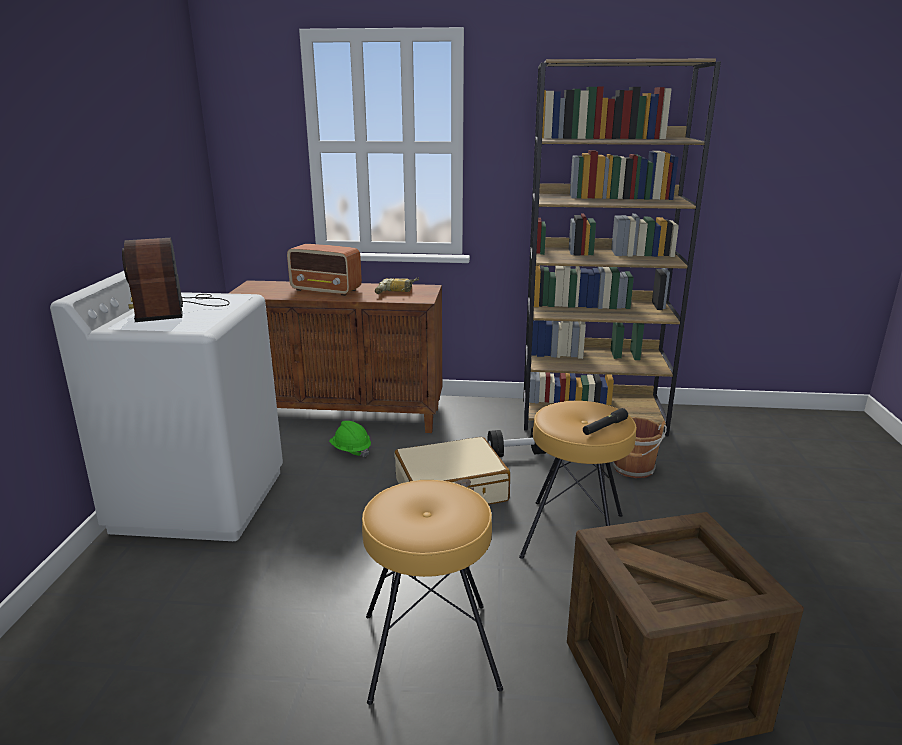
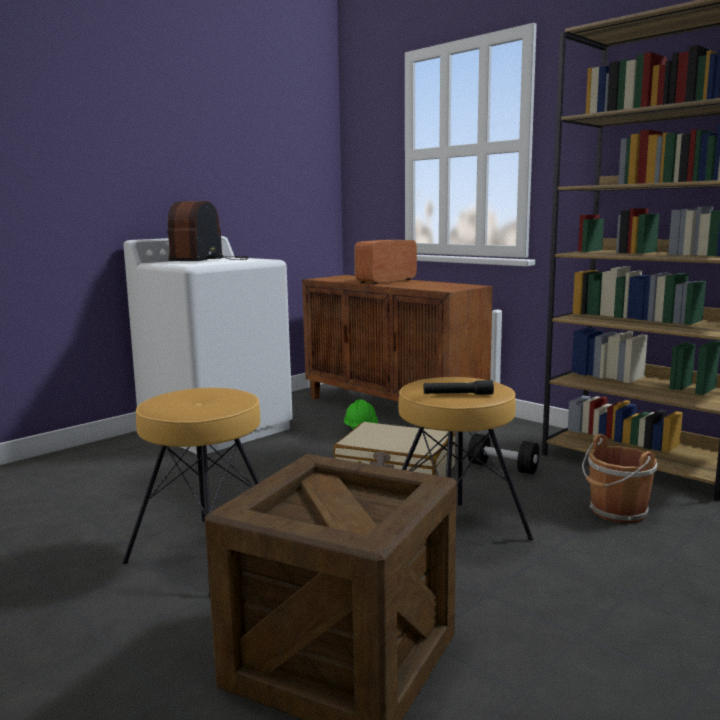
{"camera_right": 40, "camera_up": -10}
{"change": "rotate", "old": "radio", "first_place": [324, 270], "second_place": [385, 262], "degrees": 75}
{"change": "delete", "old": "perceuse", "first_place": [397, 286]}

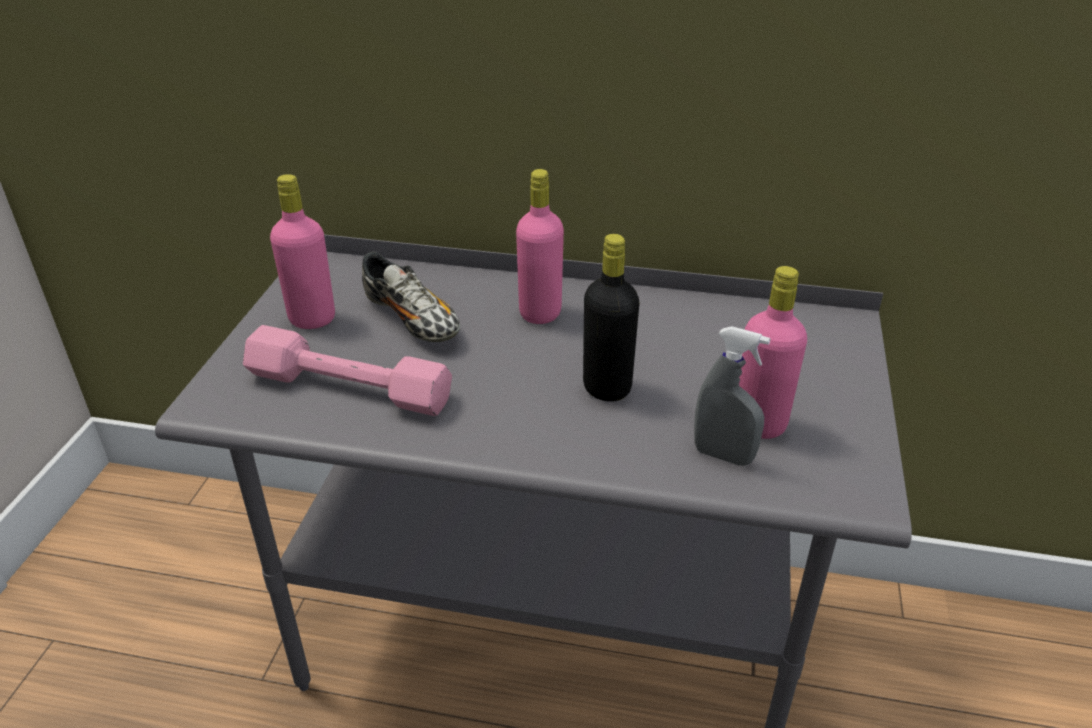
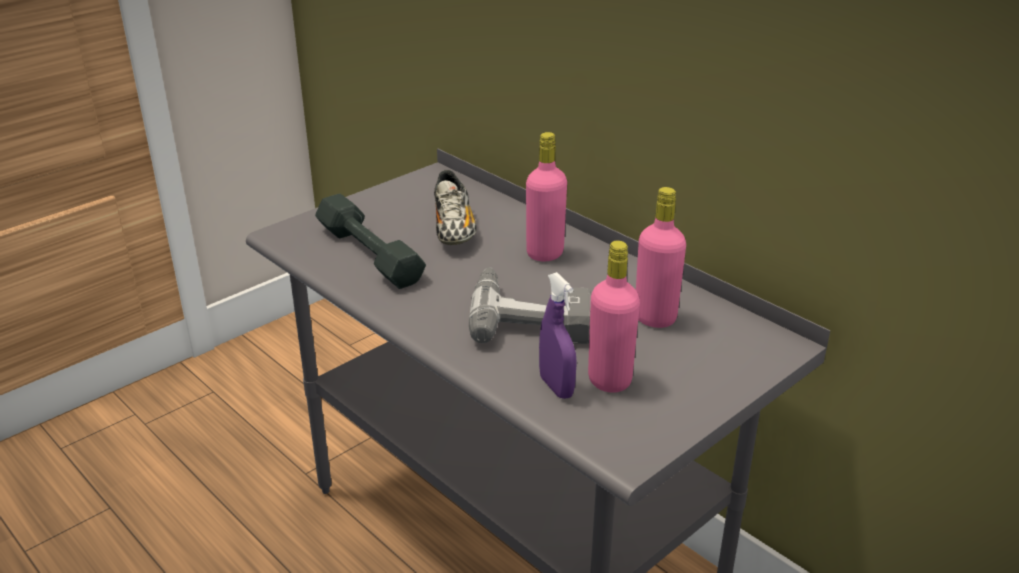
{"camera_right": 35, "camera_up": -5}
{"change": "move", "old": "bouteille [rose]", "first_place": [302, 251], "second_place": [661, 257]}
{"change": "replace", "old": "bouteille [noir]", "new": "perceuse", "first_place": [611, 317], "second_place": [530, 305]}
{"change": "recolor", "old": "haltère [rose]", "new": "haltère [gris]", "first_place": [347, 370], "second_place": [370, 241]}
{"change": "recolor", "old": "vaporisateur [gris]", "new": "vaporisateur [violet]", "first_place": [732, 396], "second_place": [558, 335]}

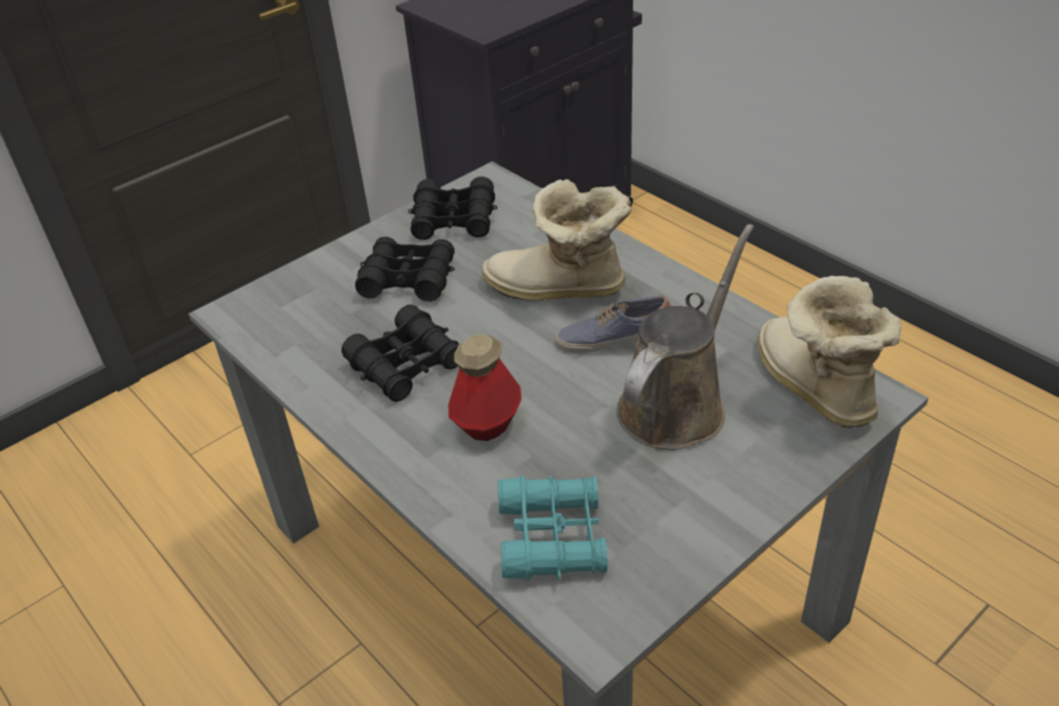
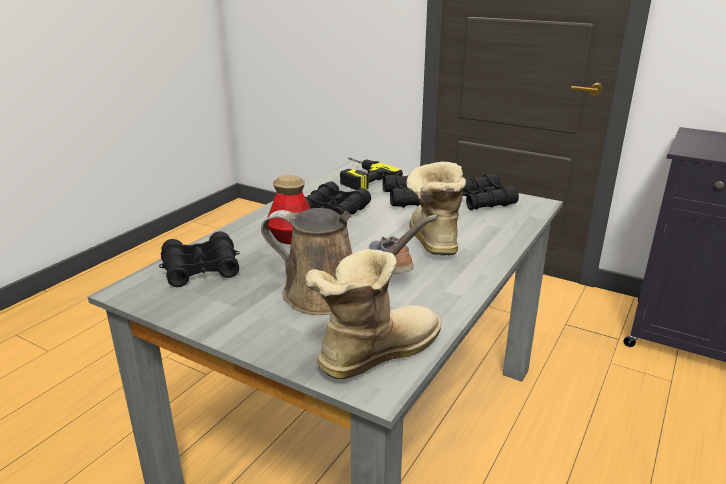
{"camera_right": 70, "camera_up": -15}
{"change": "recolor", "old": "jumelles [turquoise]", "new": "jumelles [noir]", "first_place": [553, 527], "second_place": [199, 259]}
{"change": "insert", "new": "perceuse", "second_place": [371, 173]}

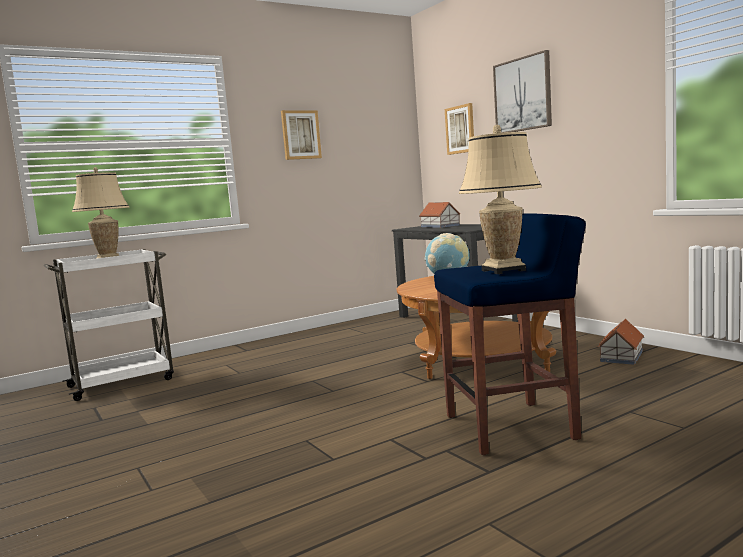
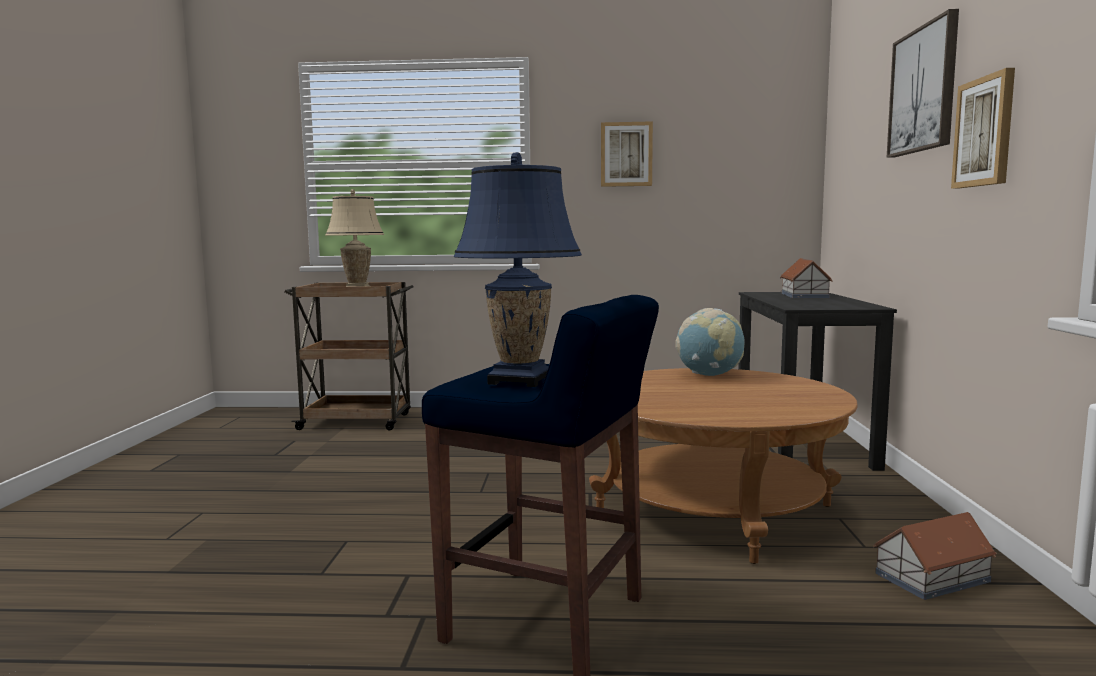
{"camera_right": 35, "camera_up": 0}
{"change": "move", "old": "tableau", "first_place": [459, 129], "second_place": [983, 128]}
{"change": "recolor", "old": "lampe de table [beige]", "new": "lampe de table [bleu]", "first_place": [500, 199], "second_place": [518, 269]}
{"change": "recolor", "old": "chariot [blanc]", "new": "chariot [marron]", "first_place": [109, 325], "second_place": [349, 356]}

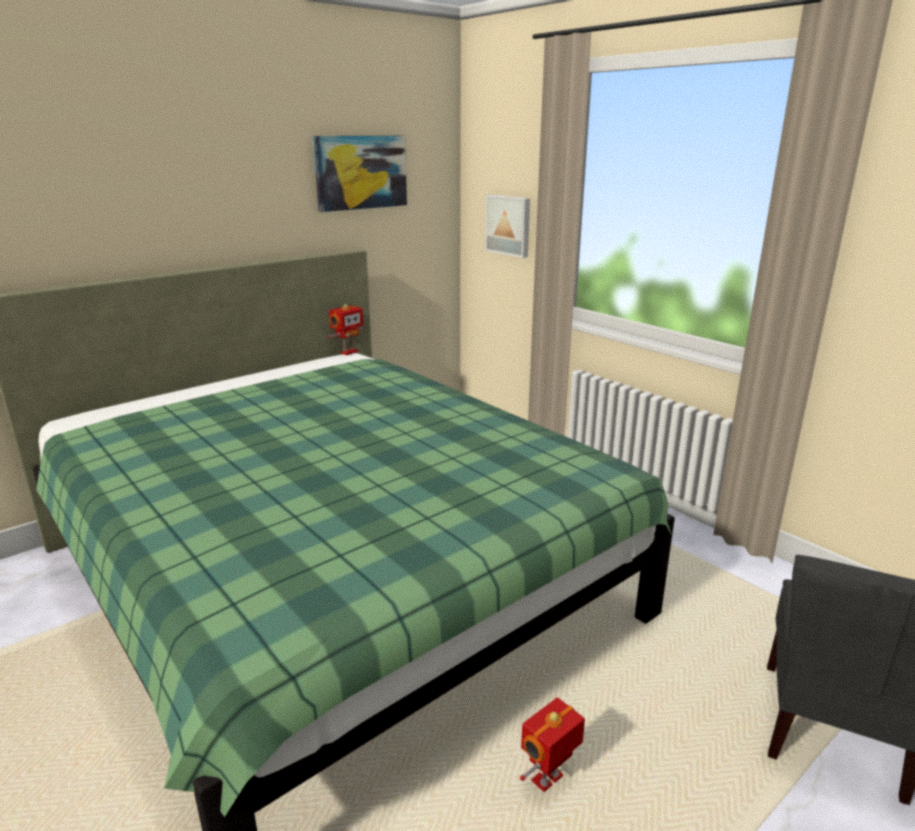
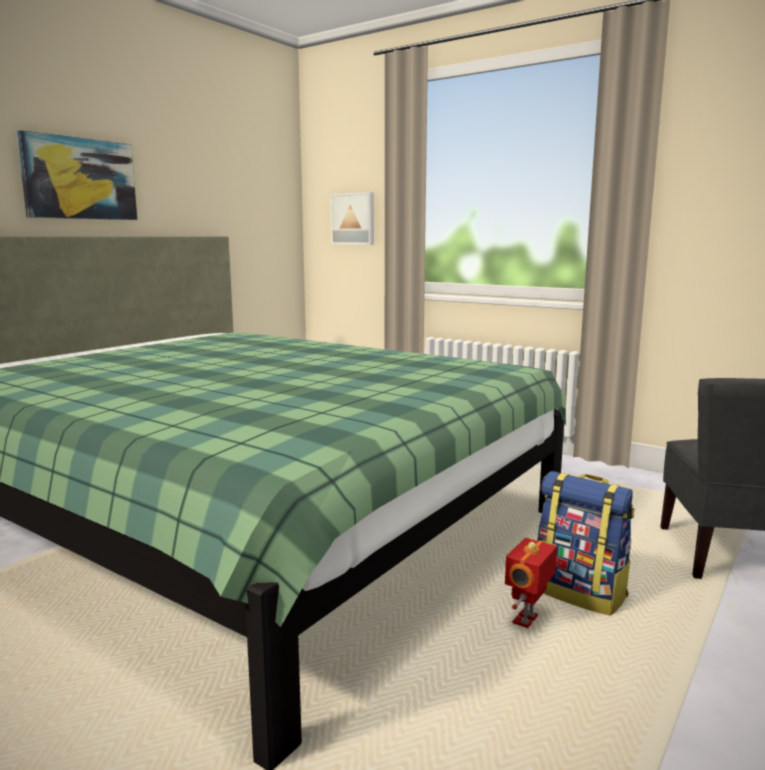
{"camera_right": -15, "camera_up": -10}
{"change": "move", "old": "tableau", "first_place": [360, 173], "second_place": [76, 175]}
{"change": "delete", "old": "robot jouet", "first_place": [346, 329]}
{"change": "insert", "new": "sac à dos", "second_place": [585, 543]}

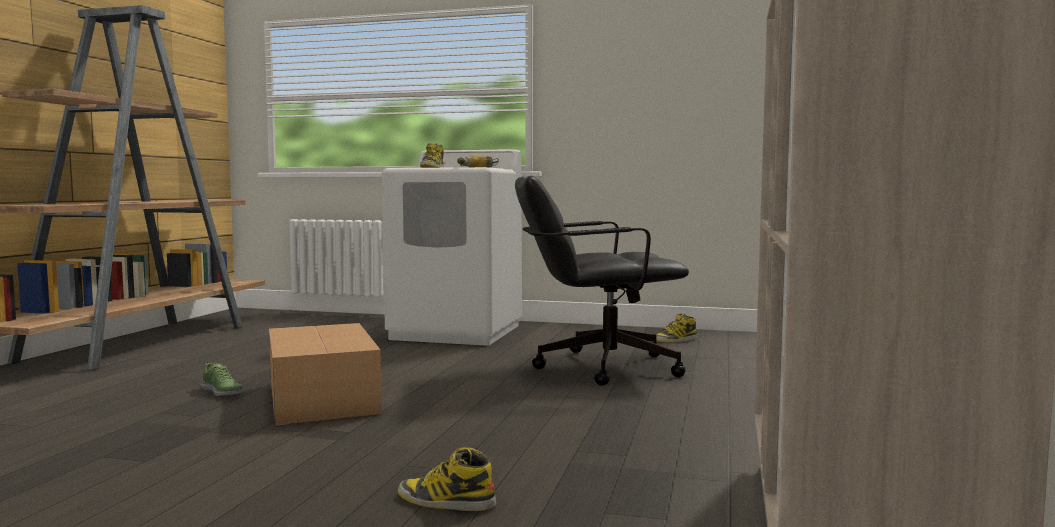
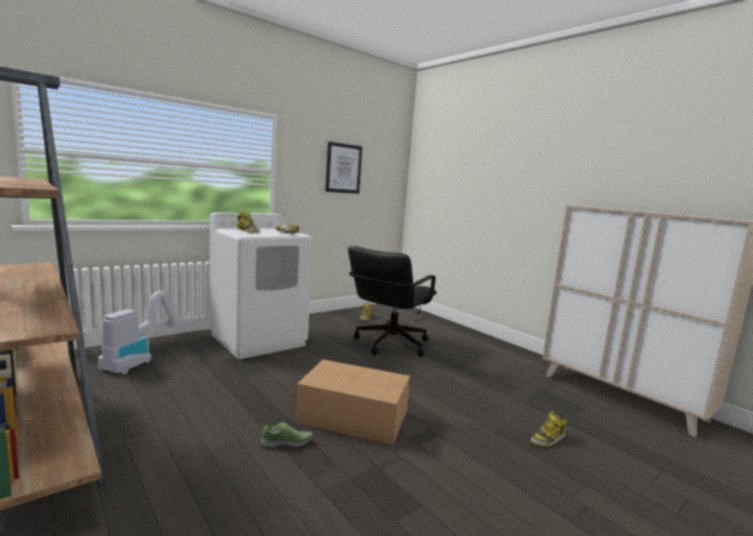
{"camera_right": -55, "camera_up": 5}
{"change": "insert", "new": "tableau", "second_place": [343, 168]}
{"change": "insert", "new": "aspirateur", "second_place": [140, 332]}

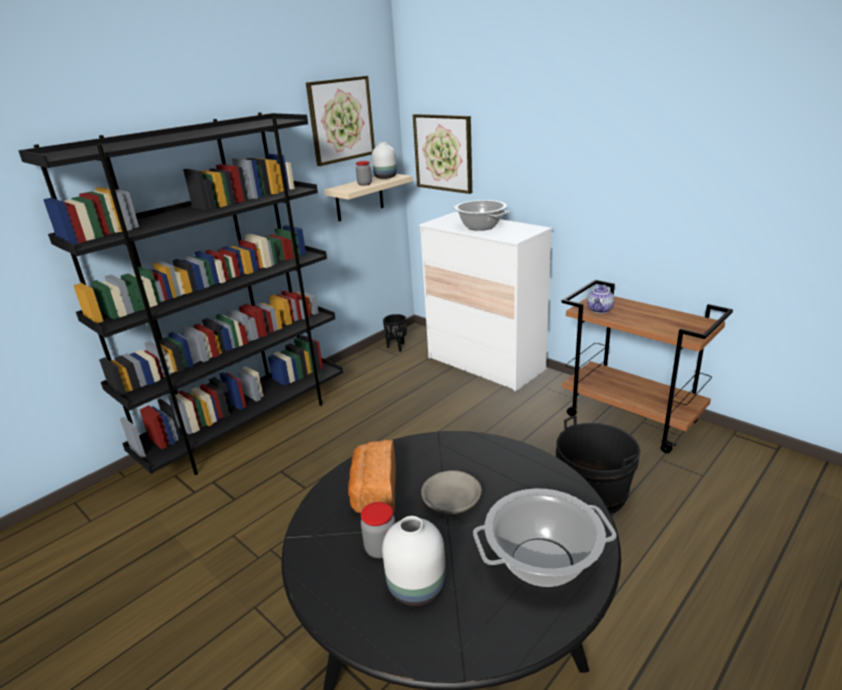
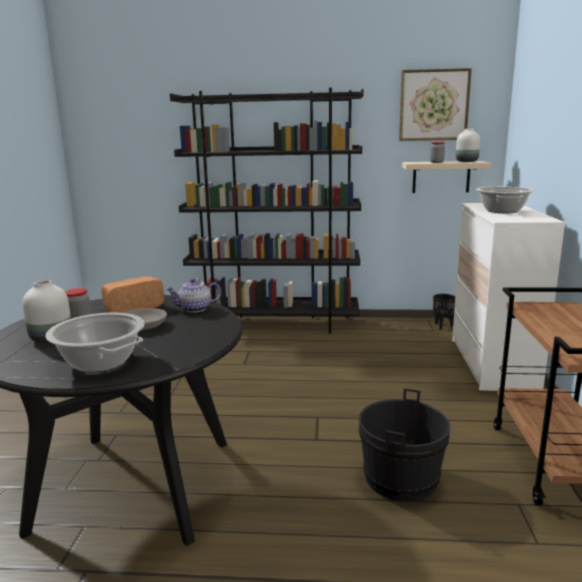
{"camera_right": 50, "camera_up": -10}
{"change": "delete", "old": "tableau", "first_place": [442, 154]}
{"change": "move", "old": "théière", "first_place": [600, 298], "second_place": [193, 295]}

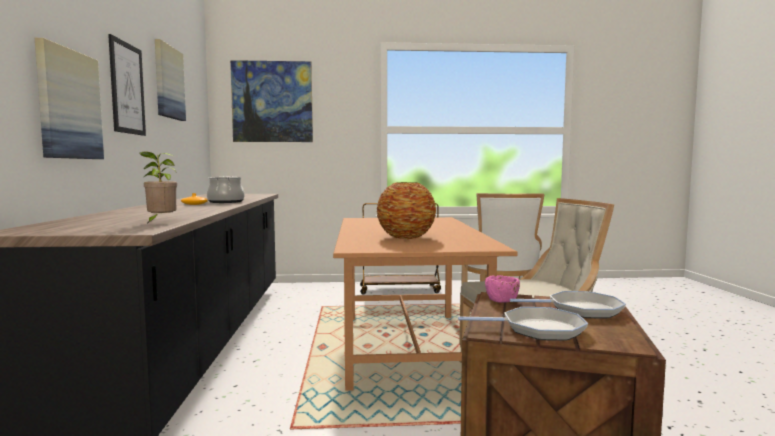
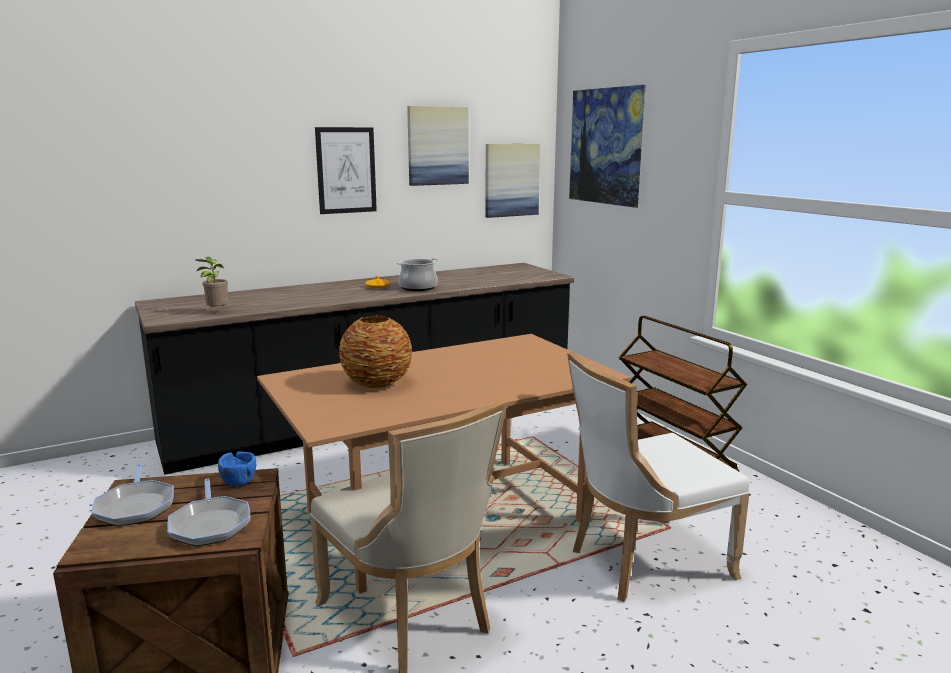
{"camera_right": 65, "camera_up": 10}
{"change": "move", "old": "tableau", "first_place": [69, 98], "second_place": [512, 181]}
{"change": "recolor", "old": "bol [rose]", "new": "bol [bleu]", "first_place": [502, 289], "second_place": [237, 468]}

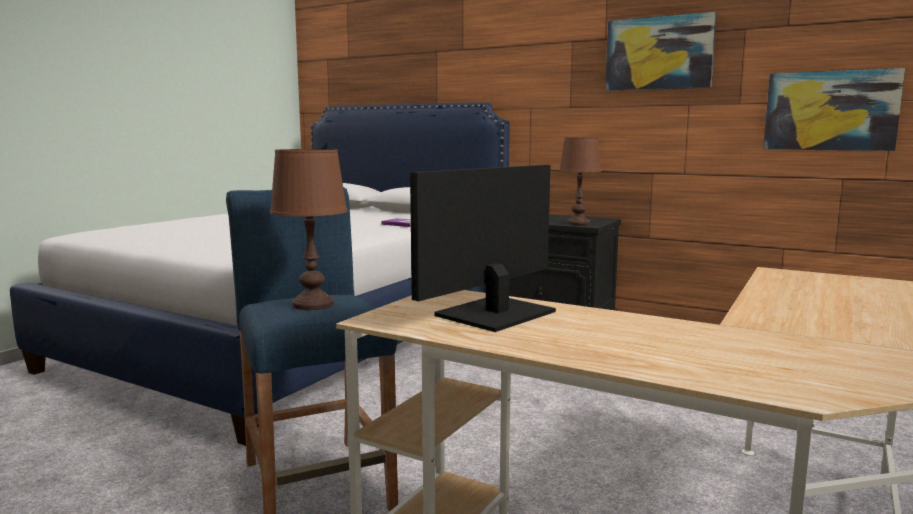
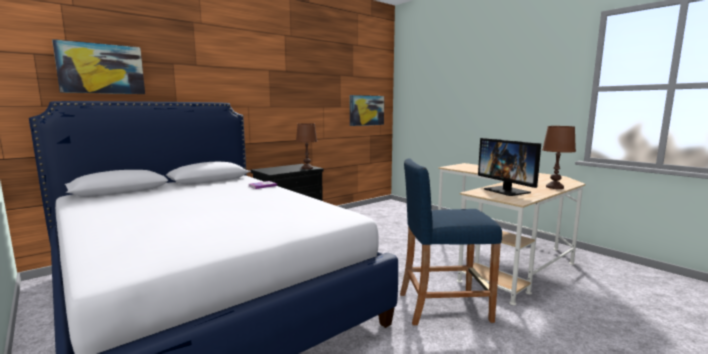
{"camera_right": -70, "camera_up": 0}
{"change": "move", "old": "tableau", "first_place": [661, 51], "second_place": [98, 66]}
{"change": "move", "old": "lampe de table [marron]", "first_place": [308, 229], "second_place": [559, 157]}

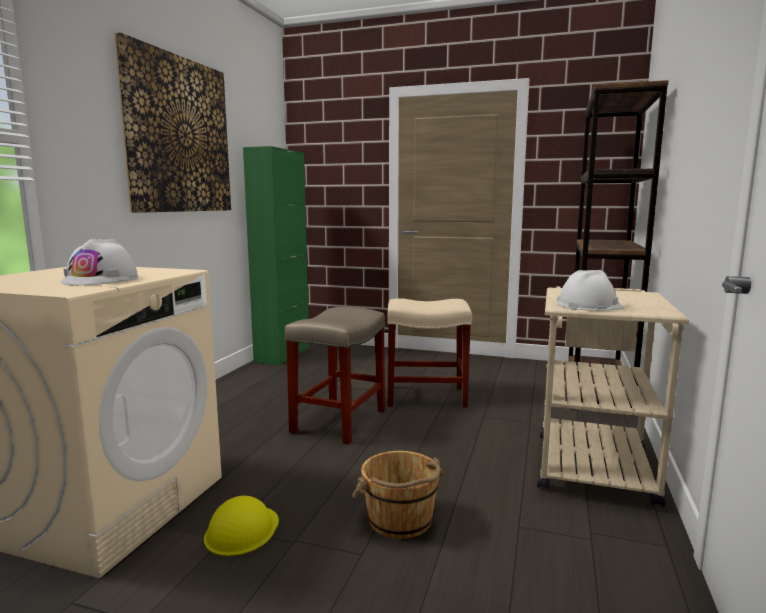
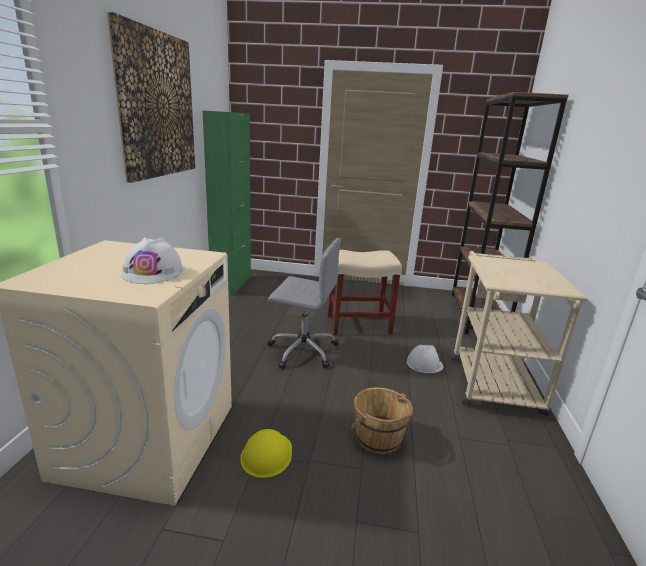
{"camera_right": -10, "camera_up": 10}
{"change": "move", "old": "casque de chantier [blanc]", "first_place": [590, 290], "second_place": [425, 359]}
{"change": "replace", "old": "tabouret [beige]", "new": "chaise de bureau [gris]", "first_place": [335, 375], "second_place": [304, 303]}

